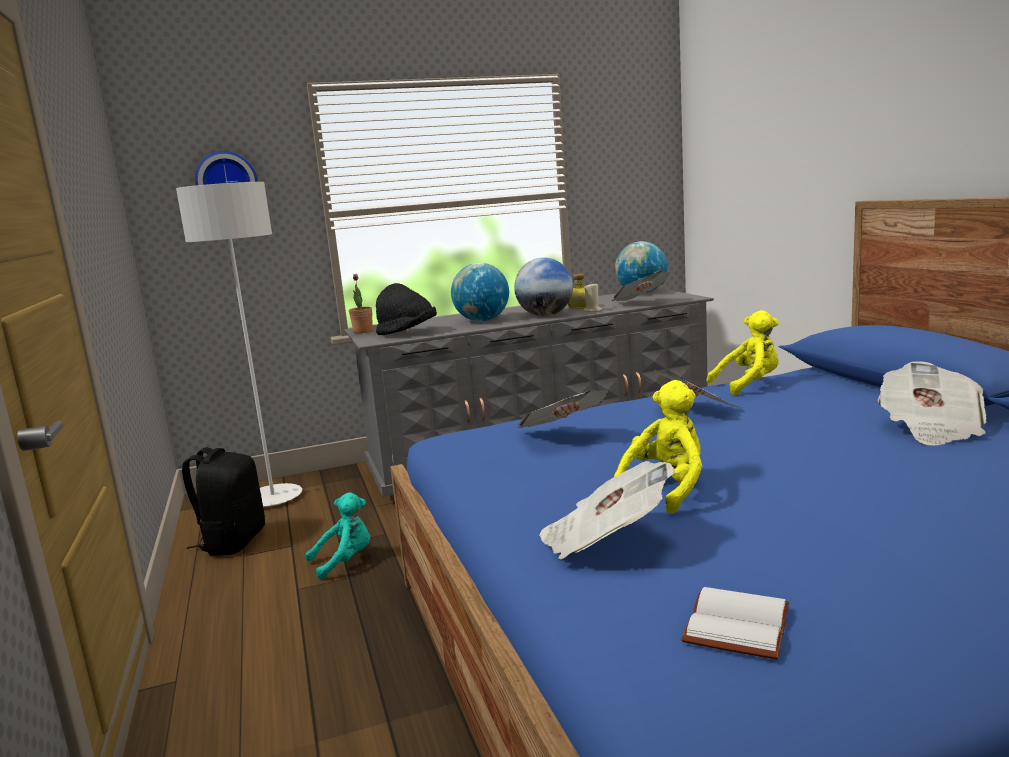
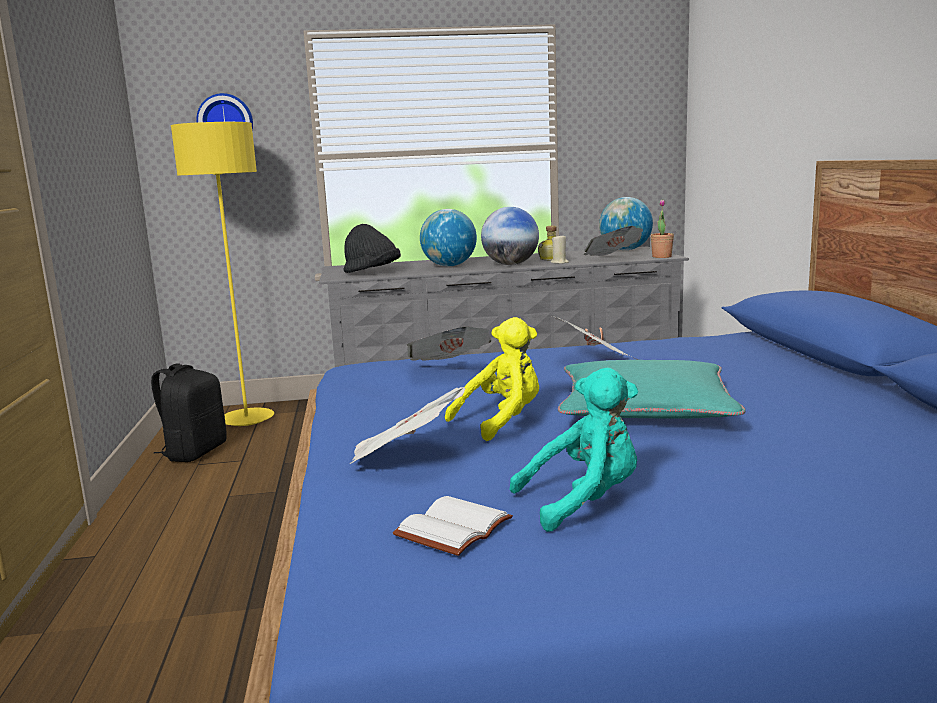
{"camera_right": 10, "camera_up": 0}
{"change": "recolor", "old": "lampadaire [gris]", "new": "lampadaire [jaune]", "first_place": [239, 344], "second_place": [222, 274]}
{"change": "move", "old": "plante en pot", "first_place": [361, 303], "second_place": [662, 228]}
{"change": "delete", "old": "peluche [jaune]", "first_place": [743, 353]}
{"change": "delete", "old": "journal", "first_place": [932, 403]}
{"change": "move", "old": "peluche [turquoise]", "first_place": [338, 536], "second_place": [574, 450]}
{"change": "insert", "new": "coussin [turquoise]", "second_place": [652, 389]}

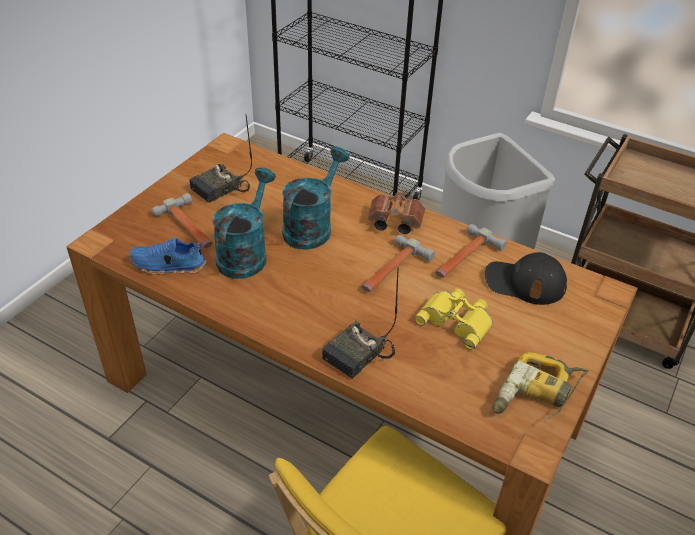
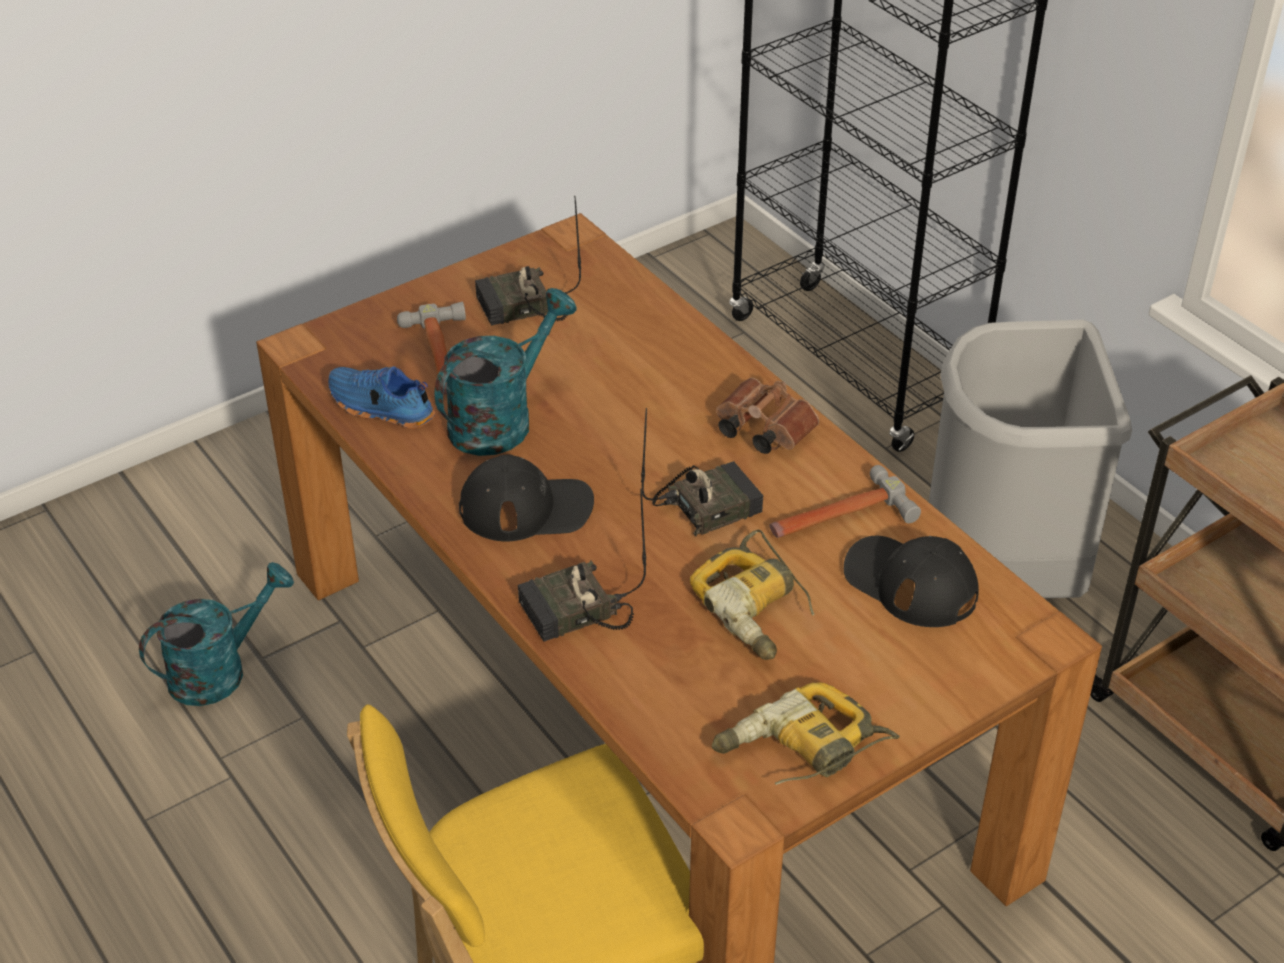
{"camera_right": 25, "camera_up": 0}
{"change": "move", "old": "arrosoir [turquoise]", "first_place": [316, 198], "second_place": [216, 634]}
{"change": "replace", "old": "marteau", "new": "radio", "first_place": [398, 263], "second_place": [702, 472]}
{"change": "replace", "old": "jumelles [jaune]", "new": "perceuse", "first_place": [454, 319], "second_place": [752, 595]}
{"change": "insert", "new": "casquette [noir]", "second_place": [526, 498]}

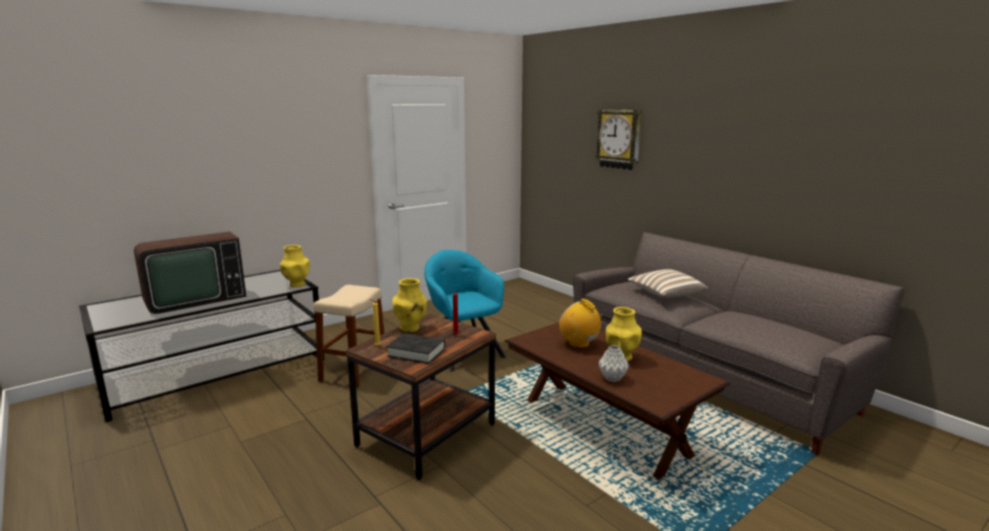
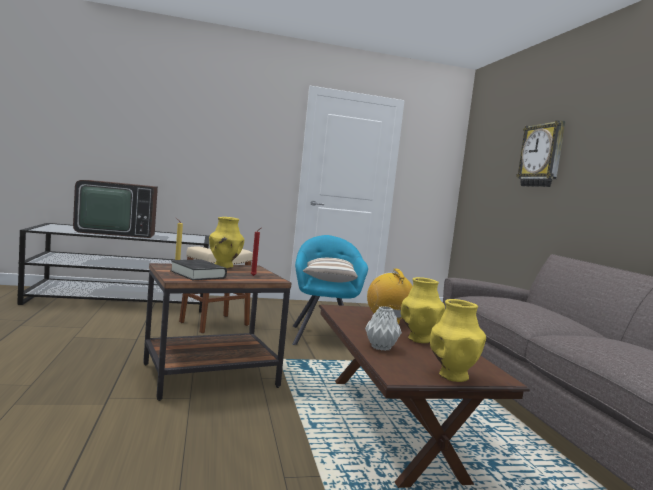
{"camera_right": 25, "camera_up": -10}
{"change": "move", "old": "vase [jaune]", "first_place": [295, 266], "second_place": [458, 340]}
{"change": "move", "old": "coussin", "first_place": [667, 283], "second_place": [330, 270]}

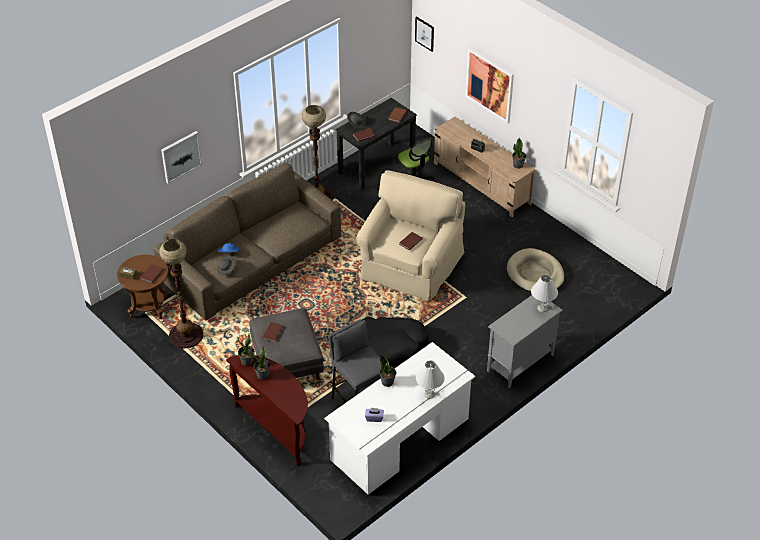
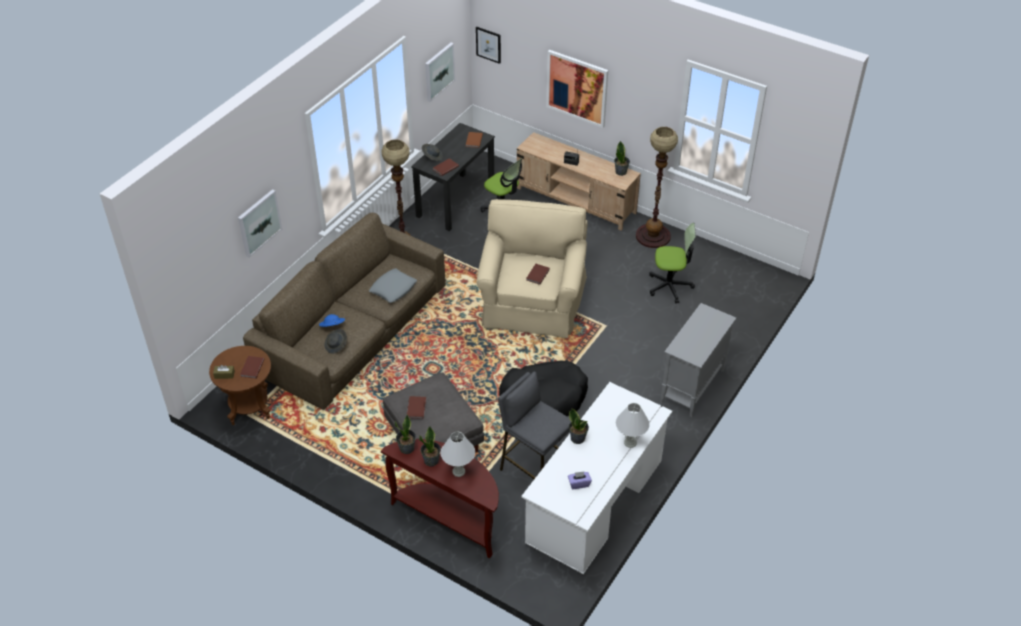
{"camera_right": -15, "camera_up": 0}
{"change": "move", "old": "lampadaire", "first_place": [181, 294], "second_place": [657, 187]}
{"change": "replace", "old": "panier pour chien [beige]", "new": "chaise de bureau", "first_place": [535, 270], "second_place": [672, 263]}
{"change": "move", "old": "lampe de table [blanc]", "first_place": [544, 293], "second_place": [458, 454]}
{"change": "insert", "new": "tableau", "second_place": [440, 72]}
{"change": "insert", "new": "coussin [gris]", "second_place": [393, 285]}

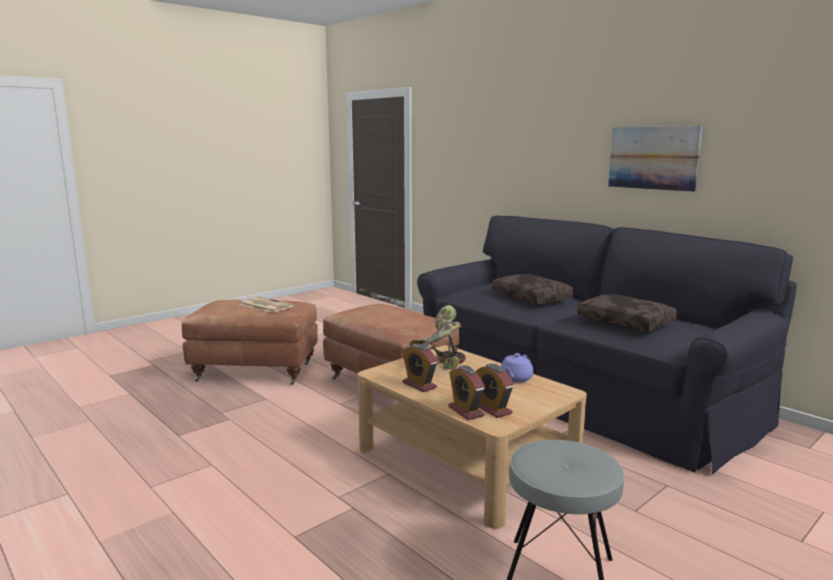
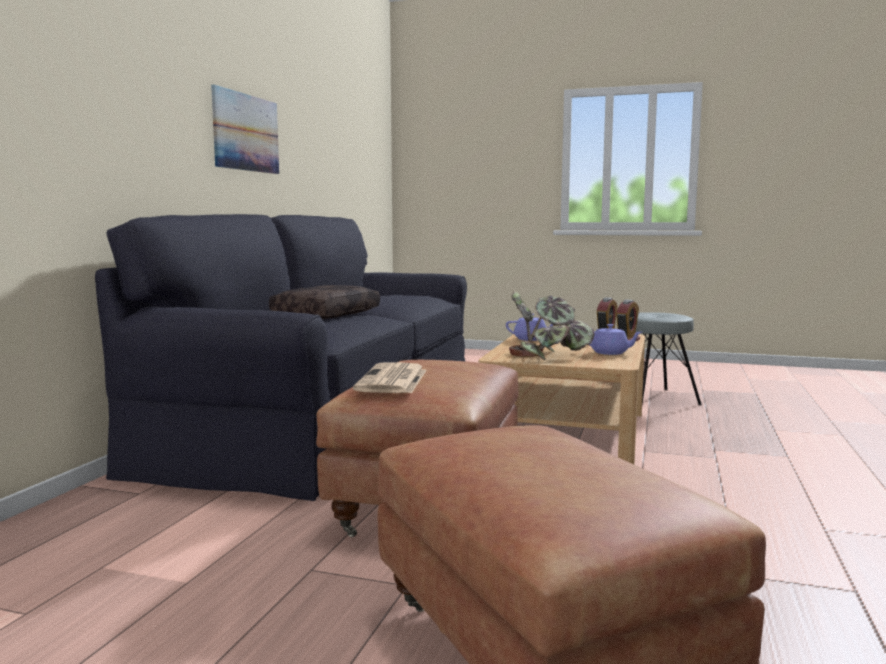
{"camera_right": -120, "camera_up": -5}
{"change": "delete", "old": "coussin [marron]", "first_place": [627, 313]}
{"change": "move", "old": "journal", "first_place": [266, 304], "second_place": [390, 377]}
{"change": "replace", "old": "réveil", "new": "théière [violet]", "first_place": [420, 368], "second_place": [616, 339]}

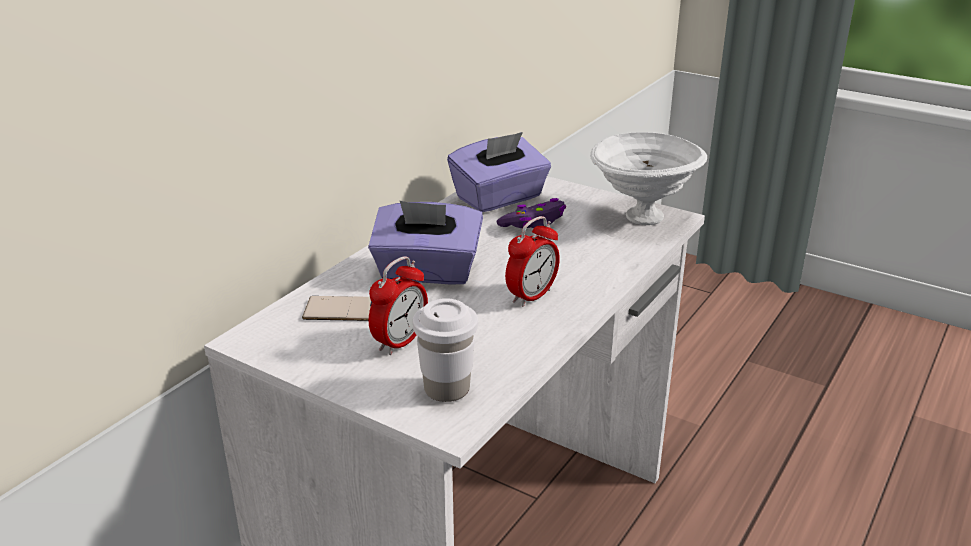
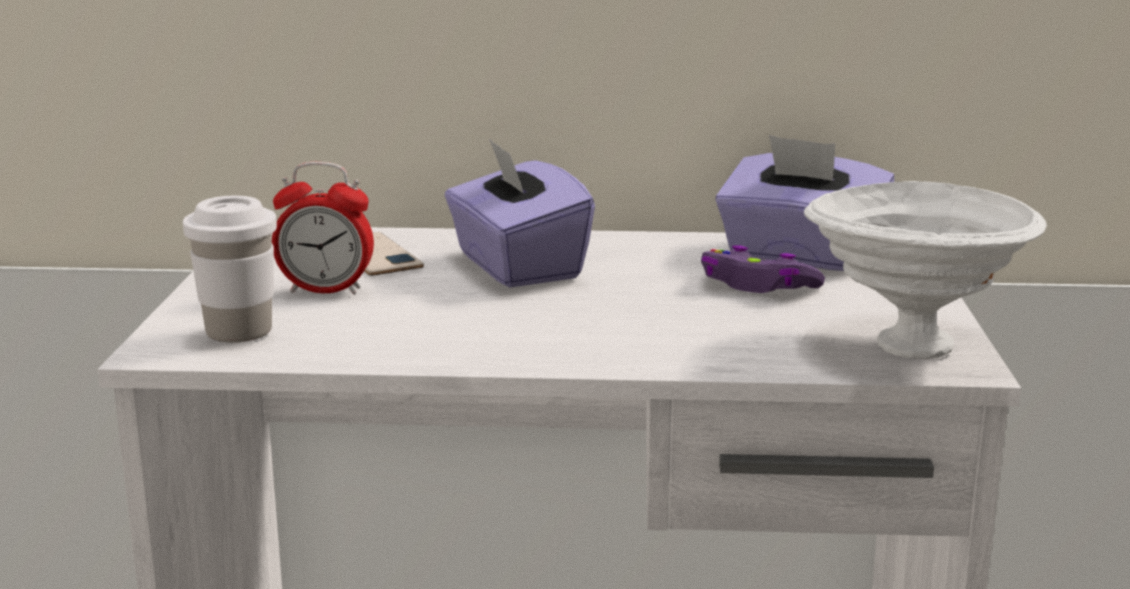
{"camera_right": 60, "camera_up": -10}
{"change": "delete", "old": "réveil", "first_place": [532, 261]}

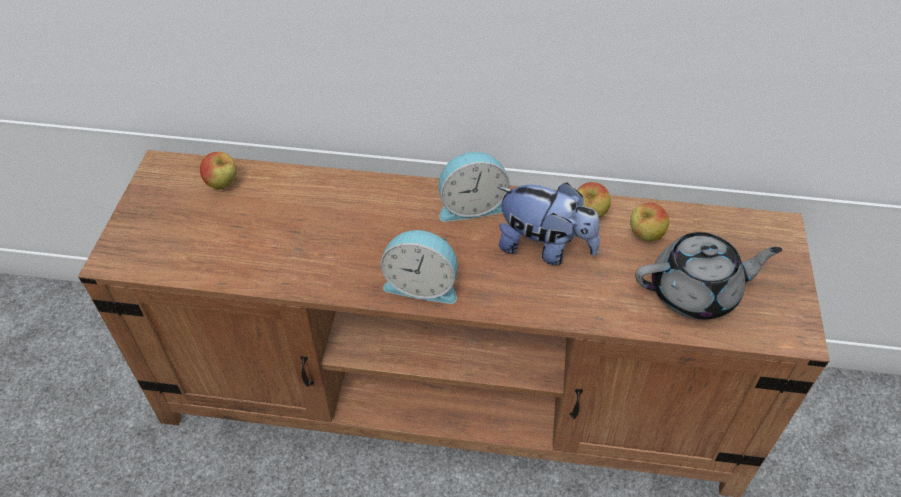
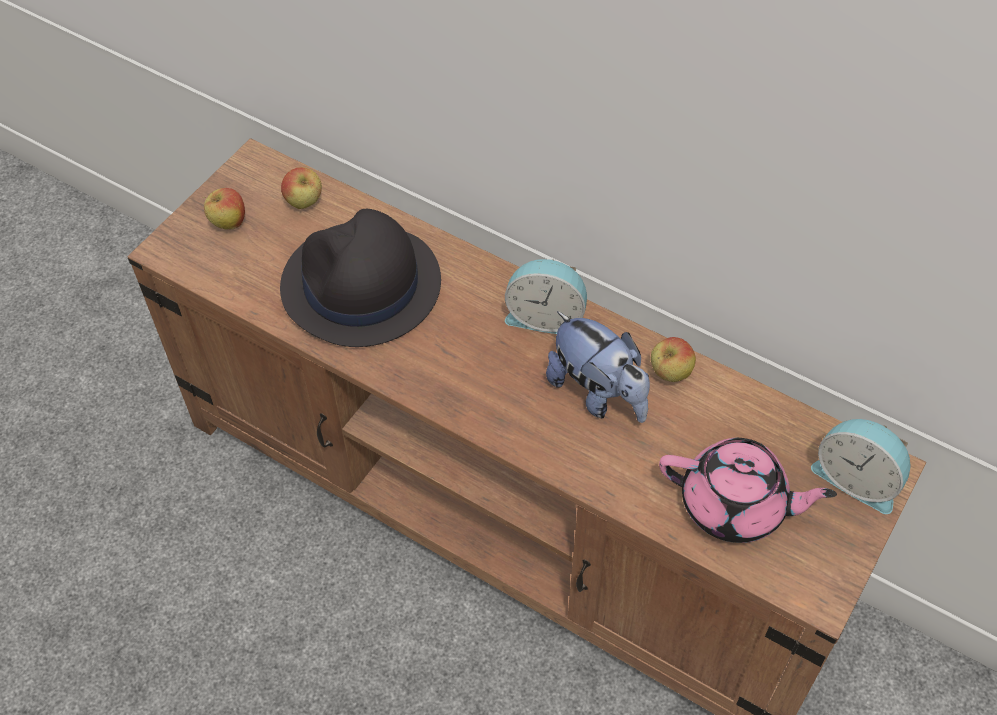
{"camera_right": 25, "camera_up": 5}
{"change": "move", "old": "pomme", "first_place": [649, 222], "second_place": [224, 209]}
{"change": "move", "old": "réveil", "first_place": [419, 267], "second_place": [860, 466]}
{"change": "recolor", "old": "théière [gris]", "new": "théière [rose]", "first_place": [708, 276], "second_place": [748, 490]}
{"change": "insert", "new": "chapeau [noir]", "second_place": [360, 278]}

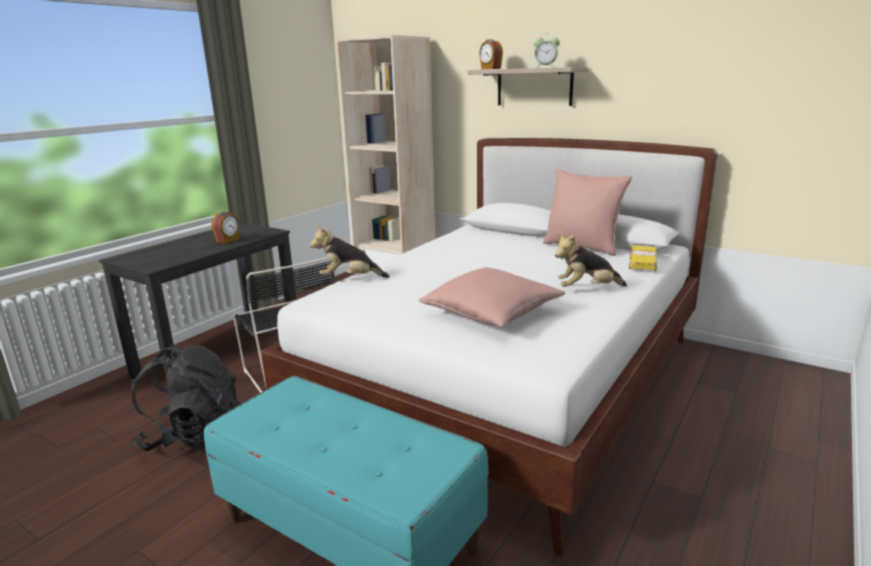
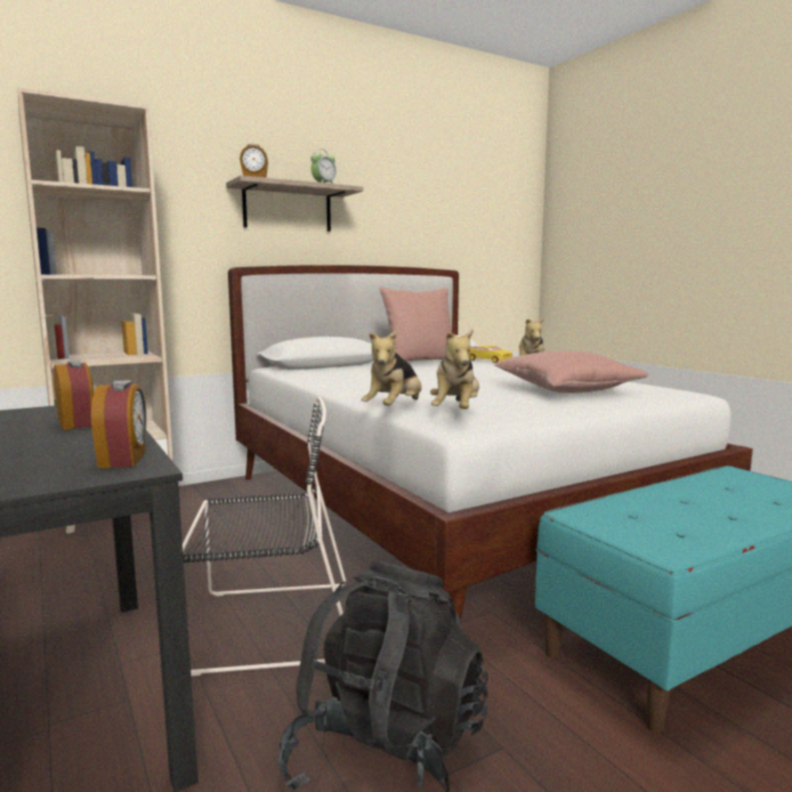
{"camera_right": -65, "camera_up": -10}
{"change": "insert", "new": "peluche", "second_place": [454, 369]}
{"change": "insert", "new": "réveil", "second_place": [118, 424]}

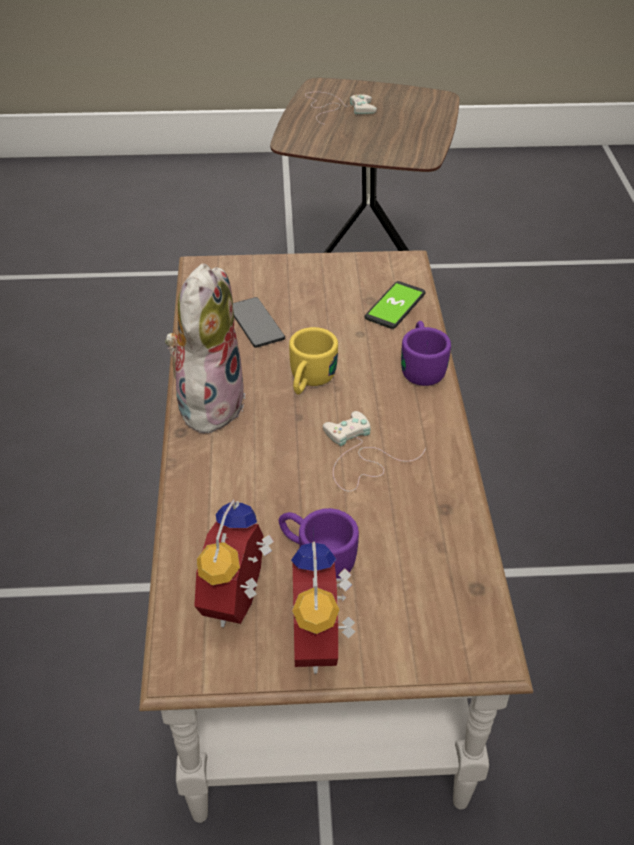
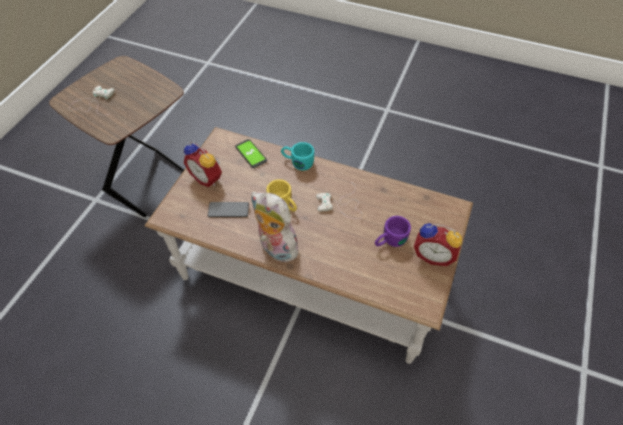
{"camera_right": -65, "camera_up": 10}
{"change": "recolor", "old": "mug [violet]", "new": "mug [turquoise]", "first_place": [426, 353], "second_place": [297, 156]}
{"change": "move", "old": "réveil", "first_place": [234, 563], "second_place": [203, 164]}

